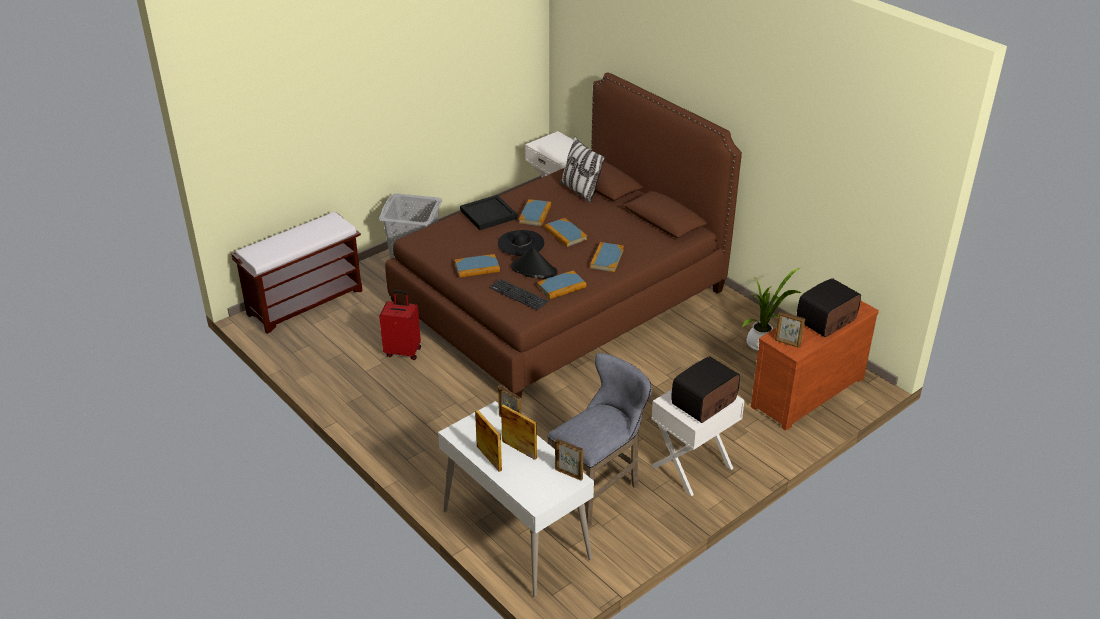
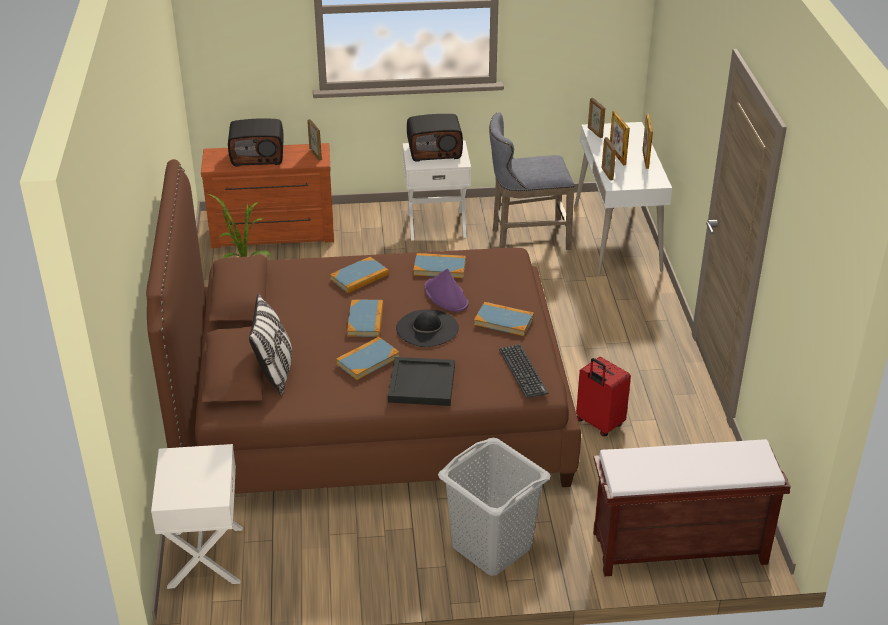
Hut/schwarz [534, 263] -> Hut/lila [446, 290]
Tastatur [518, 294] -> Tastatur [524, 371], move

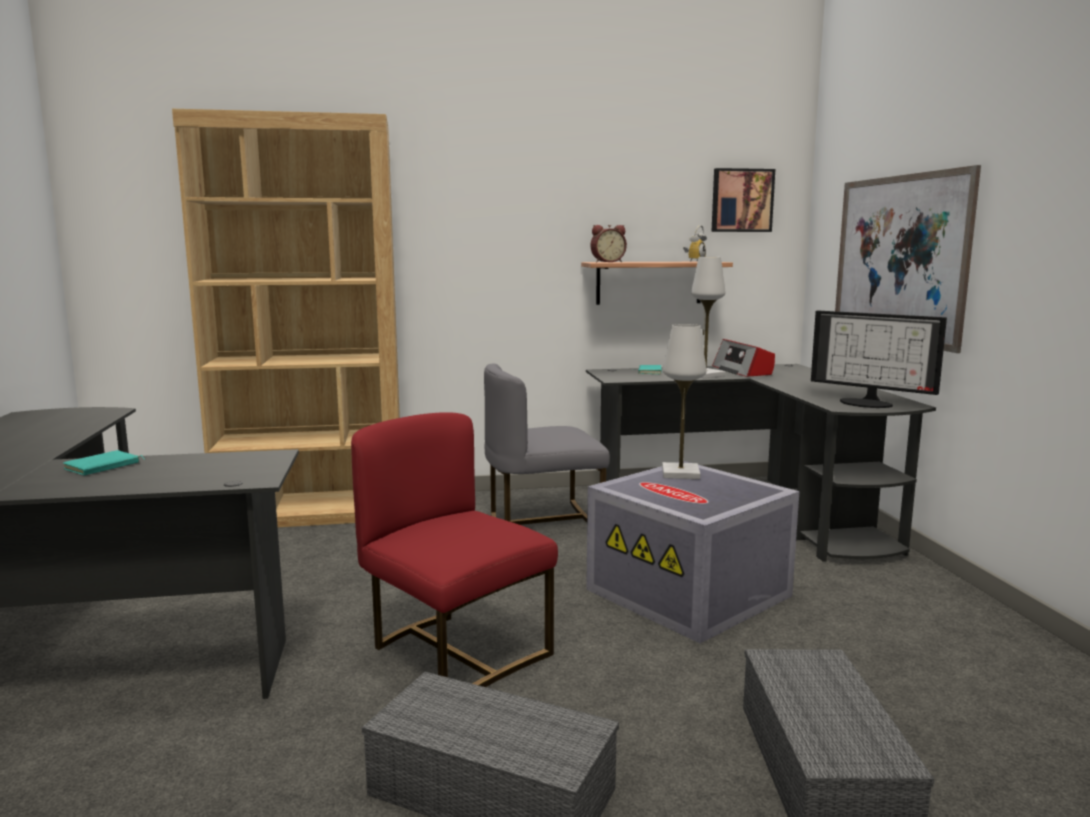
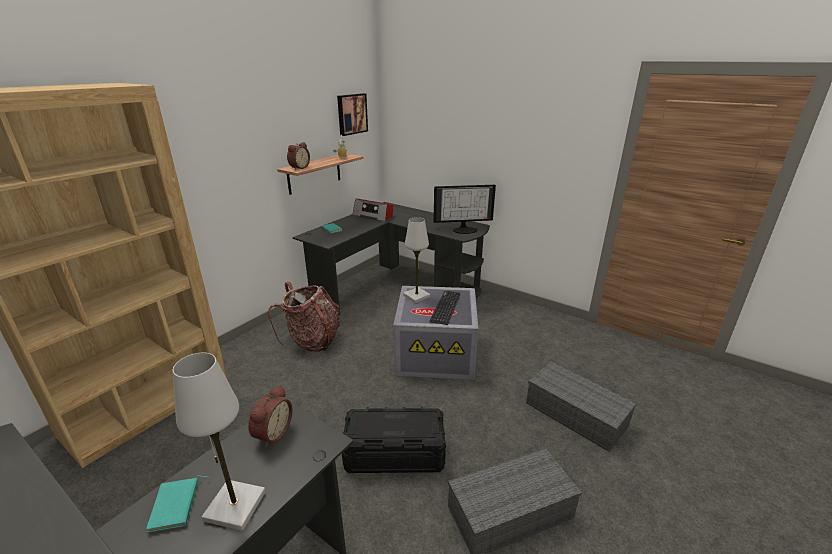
Bild [908, 259] -> none
Tischlampe/weiß [708, 318] -> Tischlampe/weiß [219, 442], move
Stuhl/grau [547, 444] -> Rucksack [304, 317]
Stuhl/rot [454, 549] -> Aufbewahrungsbox/schwarz [394, 440]
none -> Tastatur [445, 308]
none -> Wecker [270, 416]

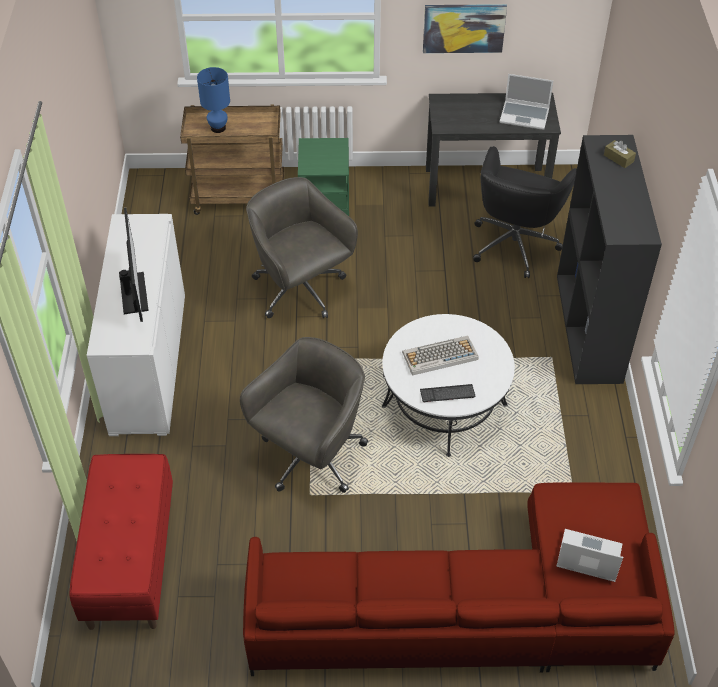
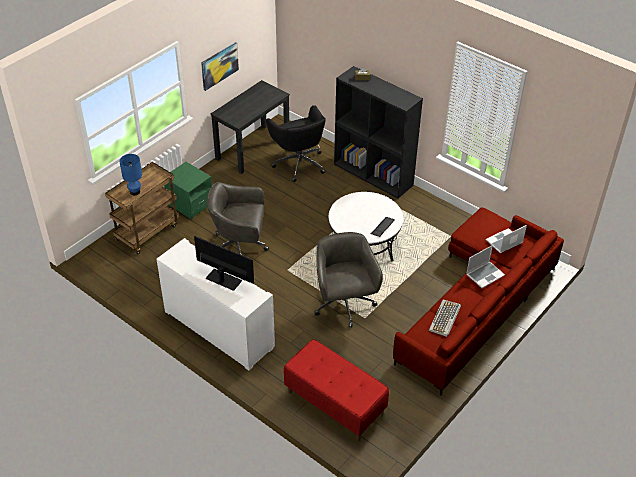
Laptop [526, 102] -> Laptop [485, 266], move
Tastatur [440, 355] -> Tastatur [445, 318], move

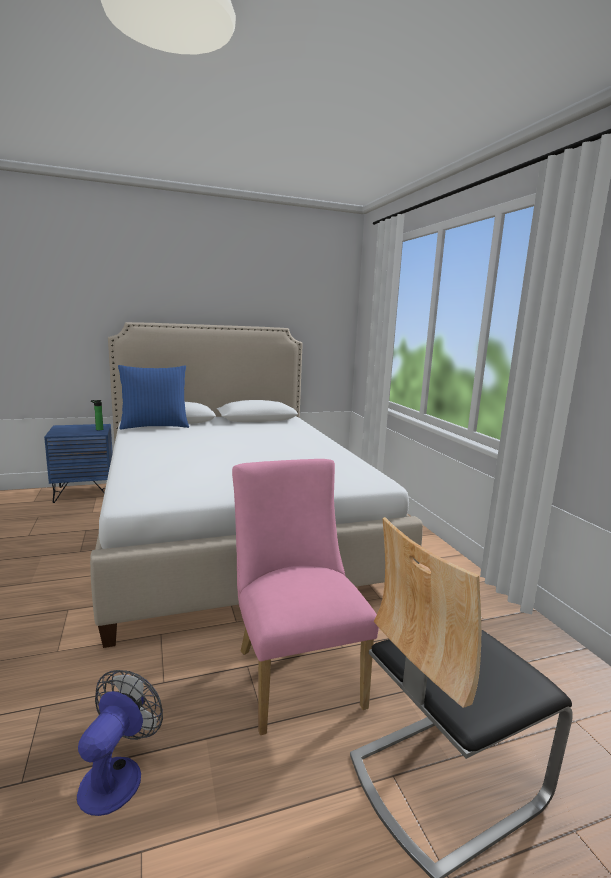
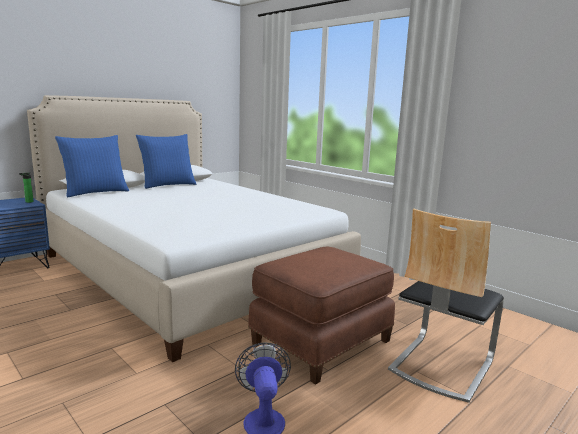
Stuhl/rosa [305, 597] -> Polsterhocker/braun [321, 316]
none -> Kissen/blau [166, 161]

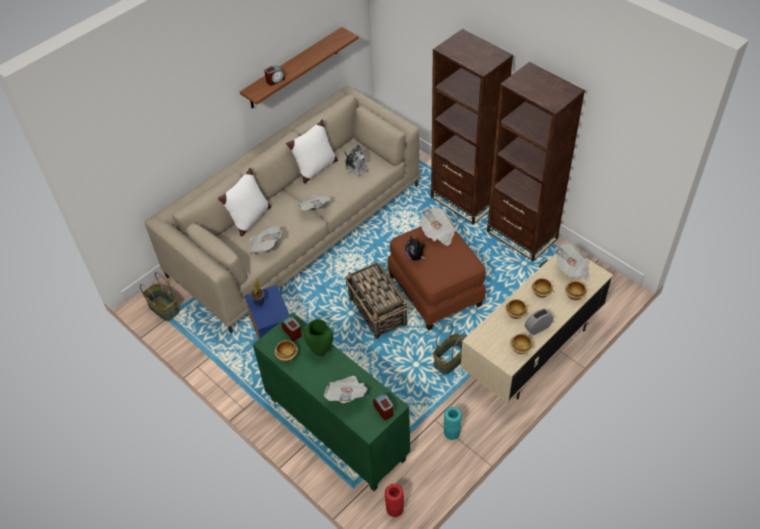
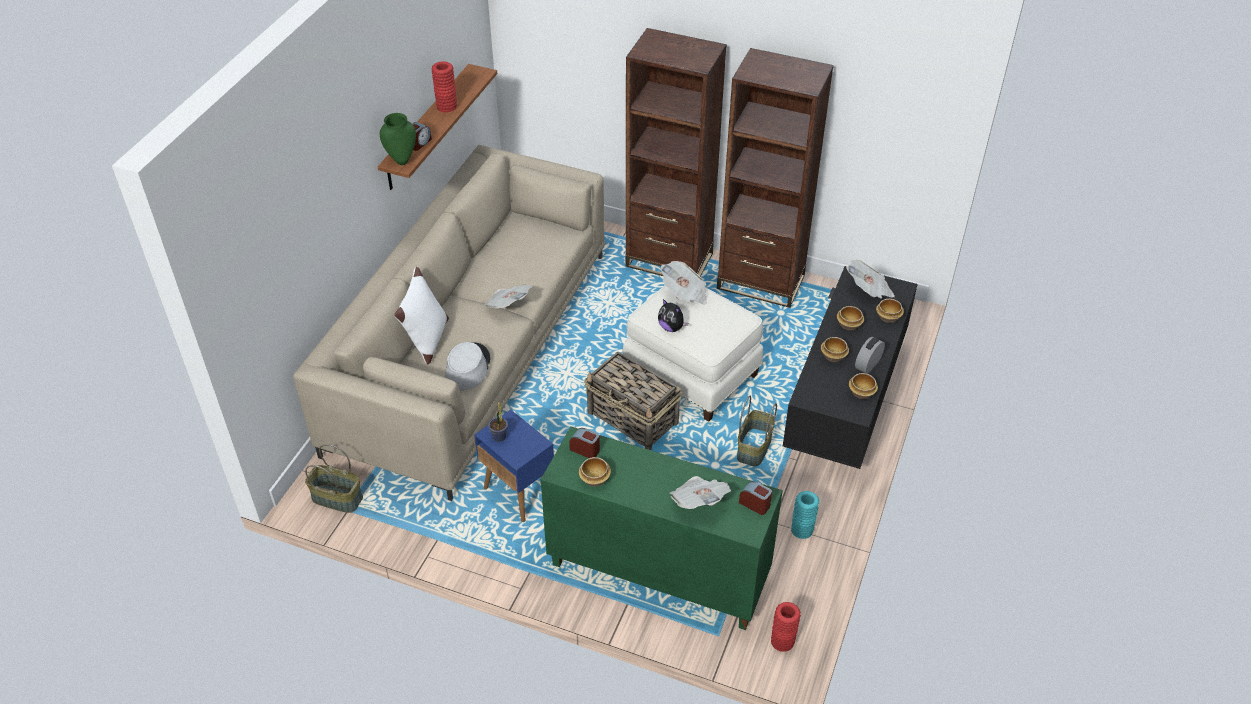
Kissen/weiß [312, 151] -> none
Plüschtier [356, 161] -> none
Zeitung [265, 240] -> Hut/grau [468, 366]
Polsterhocker/braun [437, 278] -> Polsterhocker/weiß [693, 353]
Fernsehschrank/beige [537, 328] -> Fernsehschrank/schwarz [850, 367]
Vase/grün [319, 337] -> Vase/grün [398, 139], move
none -> Vase/rot [444, 86]

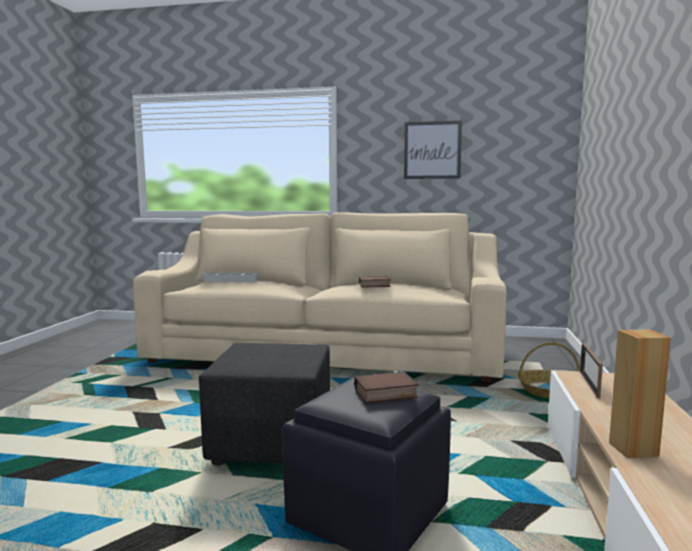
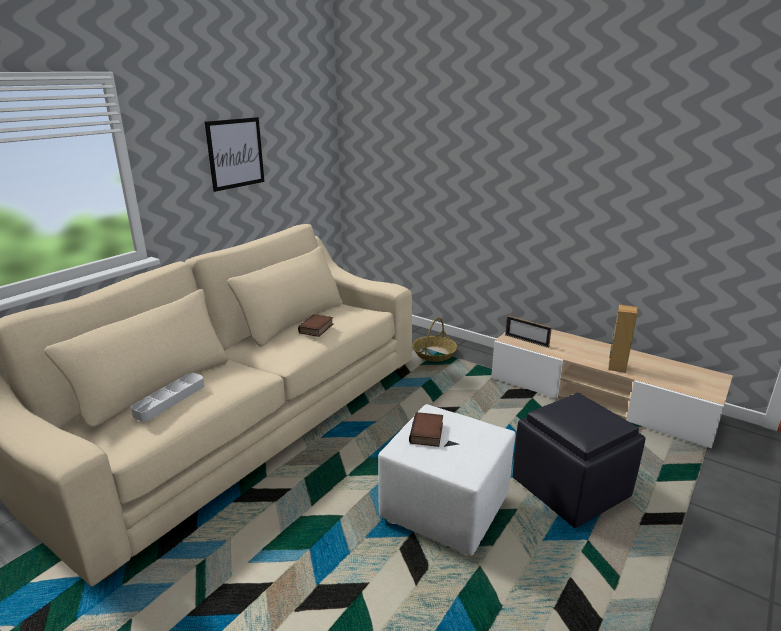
Polsterhocker/schwarz [264, 404] -> Polsterhocker/weiß [447, 480]
Buch [387, 387] -> Buch [426, 429], move

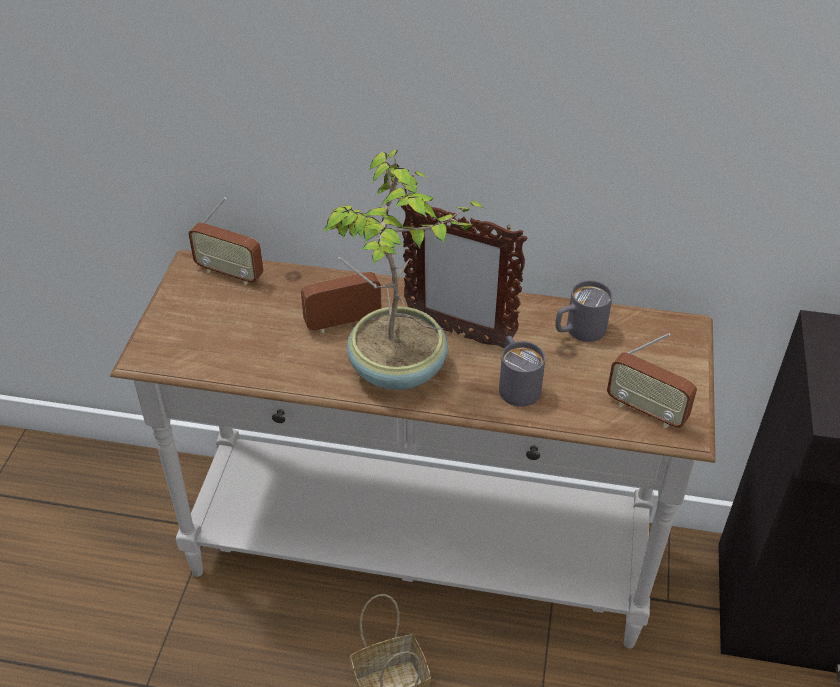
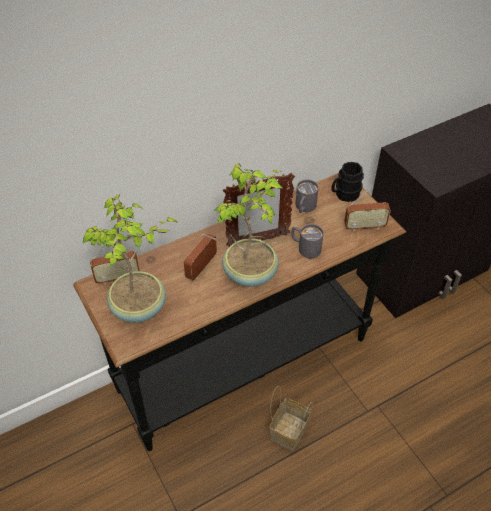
Konsolentisch/weiß [412, 449] -> Konsolentisch/schwarz [239, 312]
none -> Henkelbecher/schwarz [347, 182]
none -> Topfpflanze [129, 258]

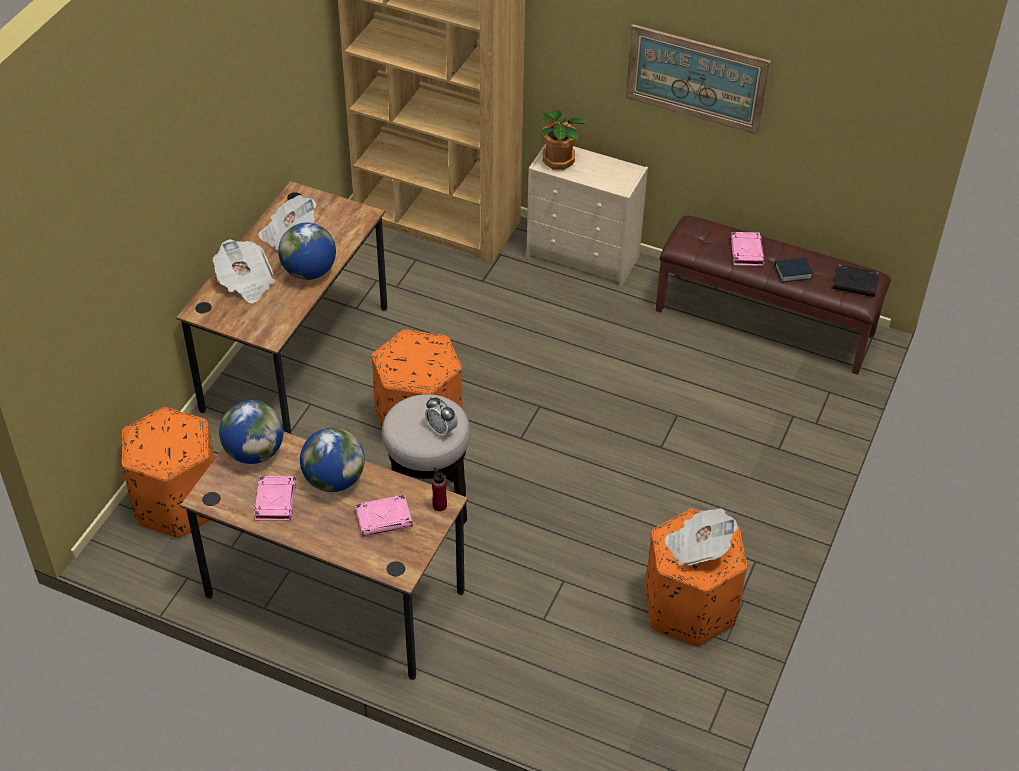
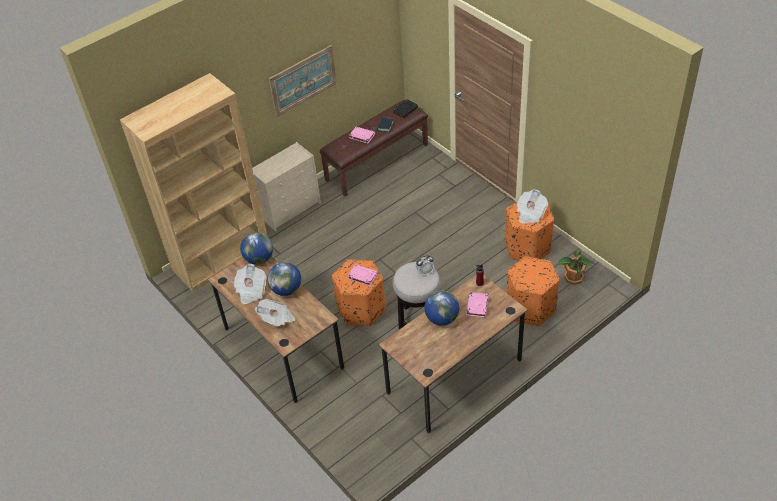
Topfpflanze [564, 140] -> Topfpflanze [574, 267], move
Globus [251, 432] -> Globus [256, 248], move
Polsterhocker/orange [168, 472] -> Polsterhocker/orange [532, 291], move
Buch/rosa [275, 498] -> Buch/rosa [363, 275], move

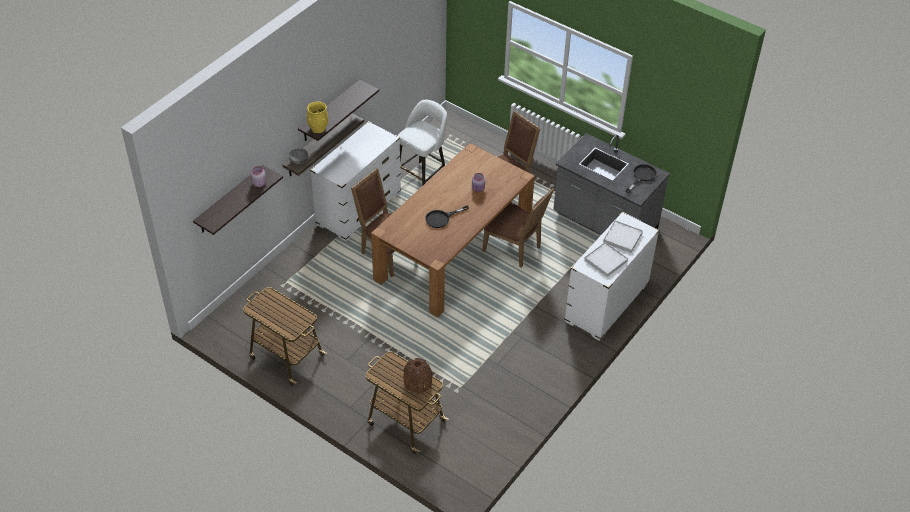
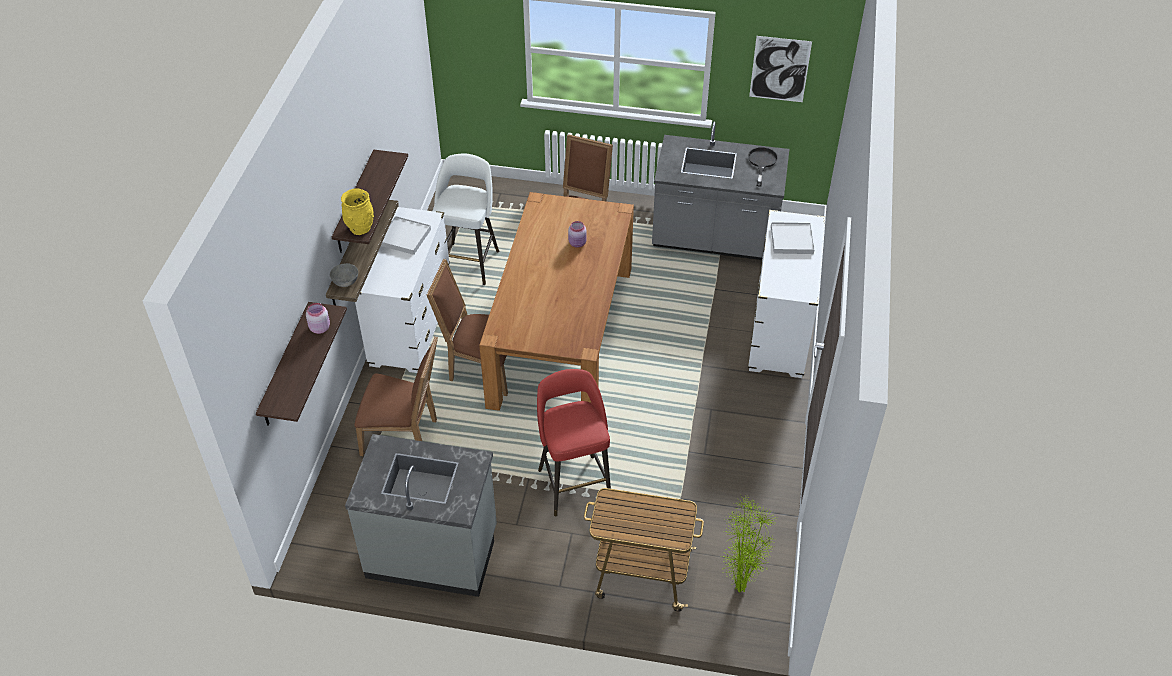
Stuhl/braun [518, 228] -> Stuhl/braun [396, 396], move
Pfanne/schwarz [447, 217] -> none
Tablett/weiß [606, 259] -> Tablett/weiß [406, 235], move
Rollwagen [285, 336] -> Küchenzeile/grau [421, 515]
Vase/braun [418, 376] -> none
none -> Bild [780, 69]
none -> Hocker/rot [574, 442]
none -> Topfpflanze [749, 544]

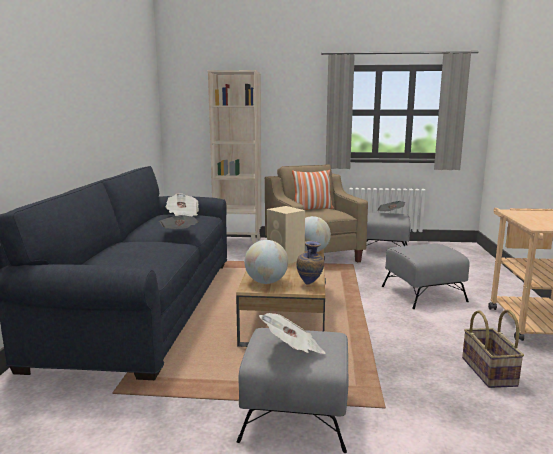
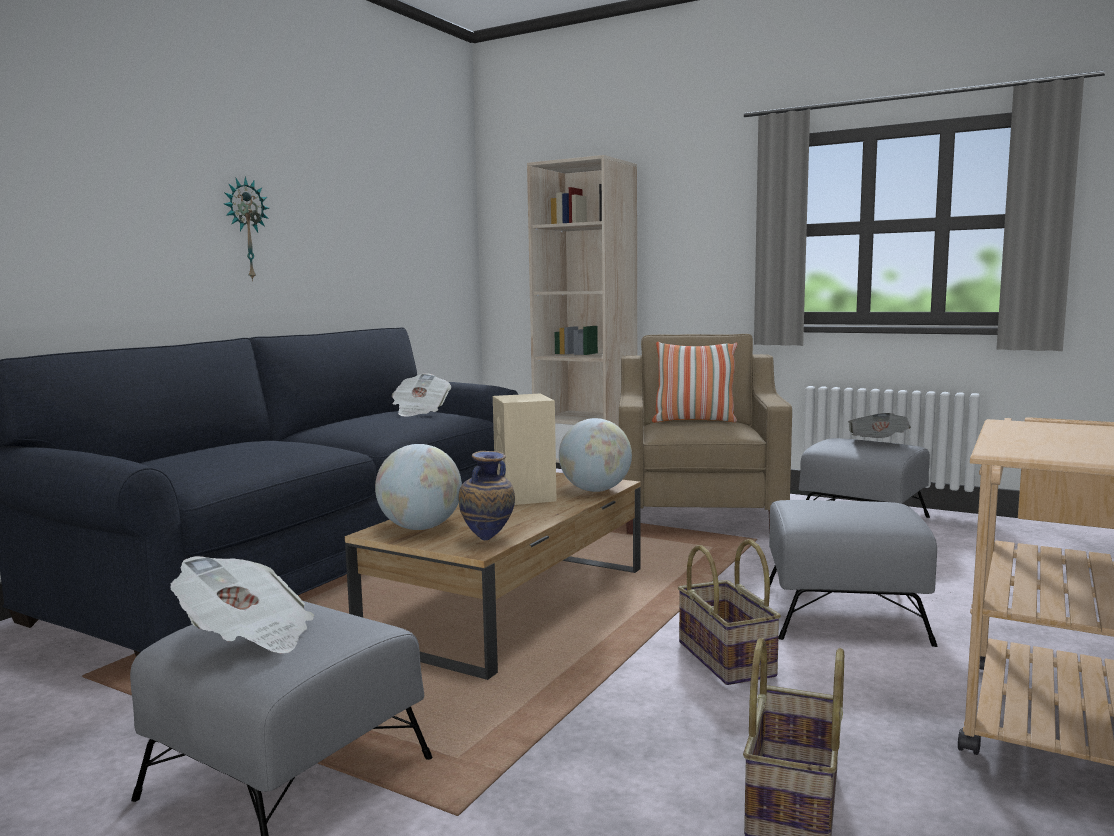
Zeitung [178, 222] -> none
none -> Wanduhr [246, 228]
none -> Korb [729, 612]

